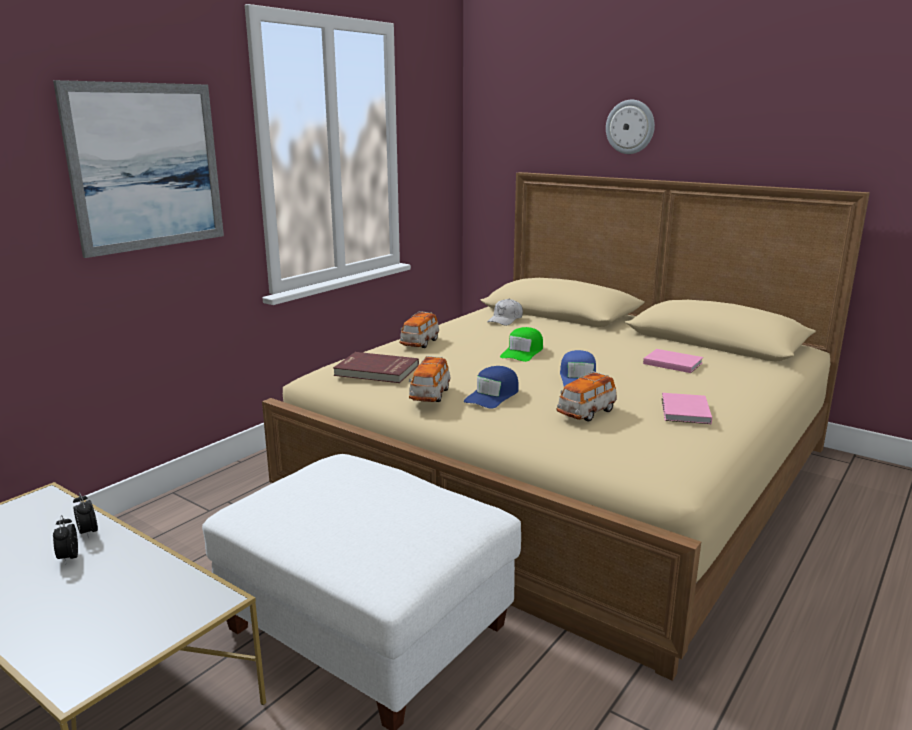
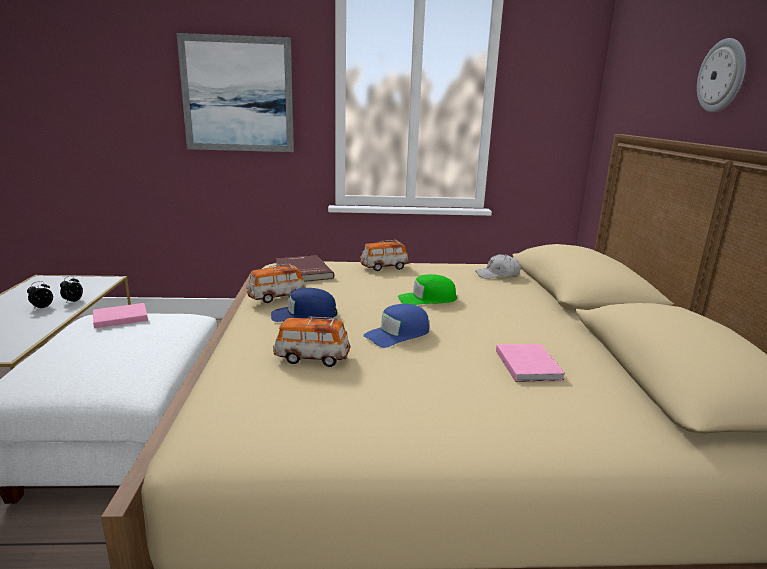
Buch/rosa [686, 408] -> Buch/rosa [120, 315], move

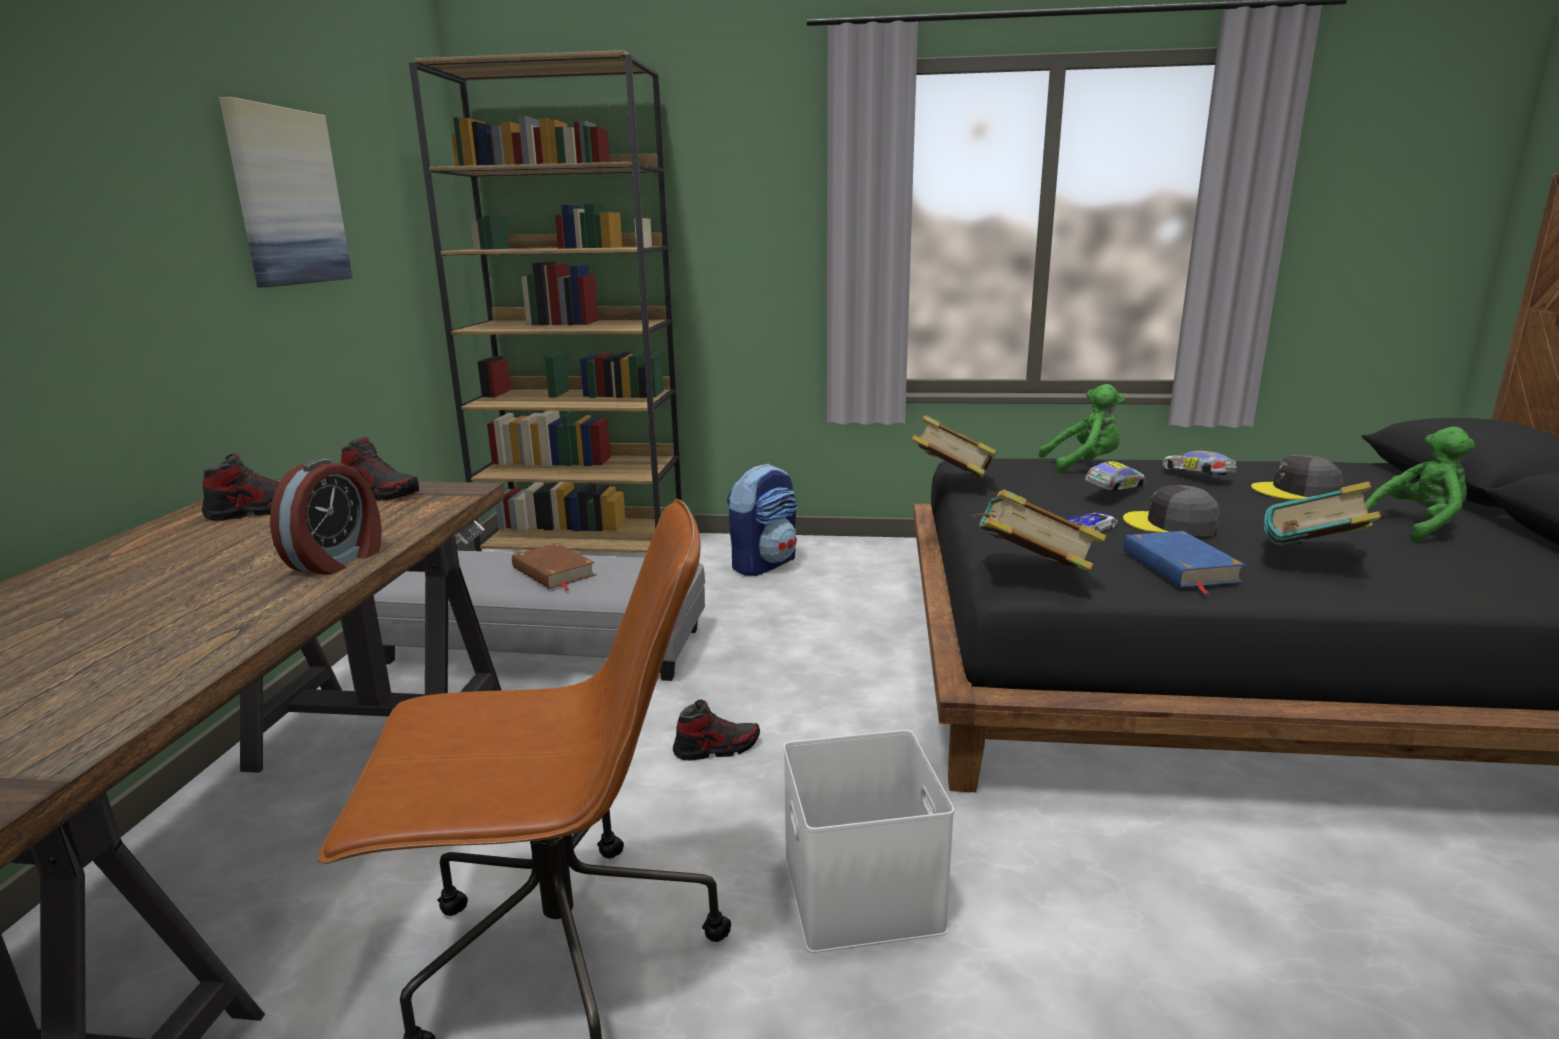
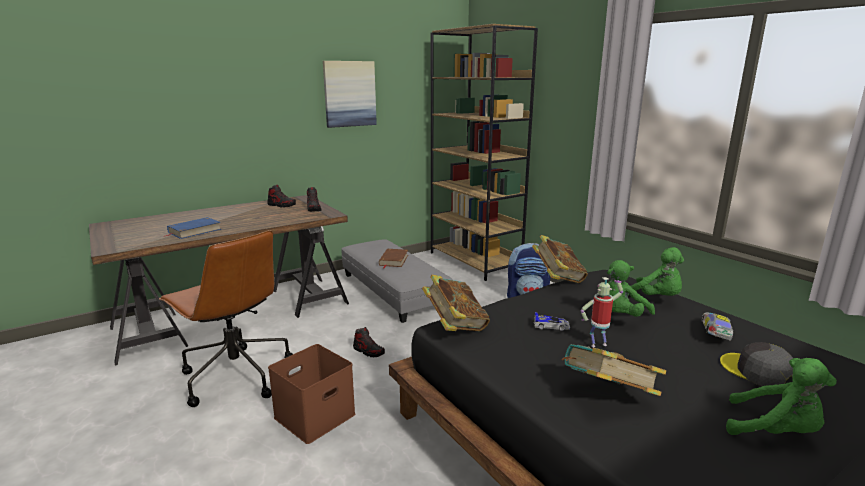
Wecker [326, 516] -> none
Spielzeugauto [1115, 477] -> Plüschtier/grün [628, 288]
Kappe/grau [1171, 510] -> Spielzeugroboter [602, 312]
Buch/blau [1184, 562] -> Buch/blau [192, 228], move
Aufbewahrungsbox/weiß [869, 841] -> Aufbewahrungsbox/braun [311, 394]

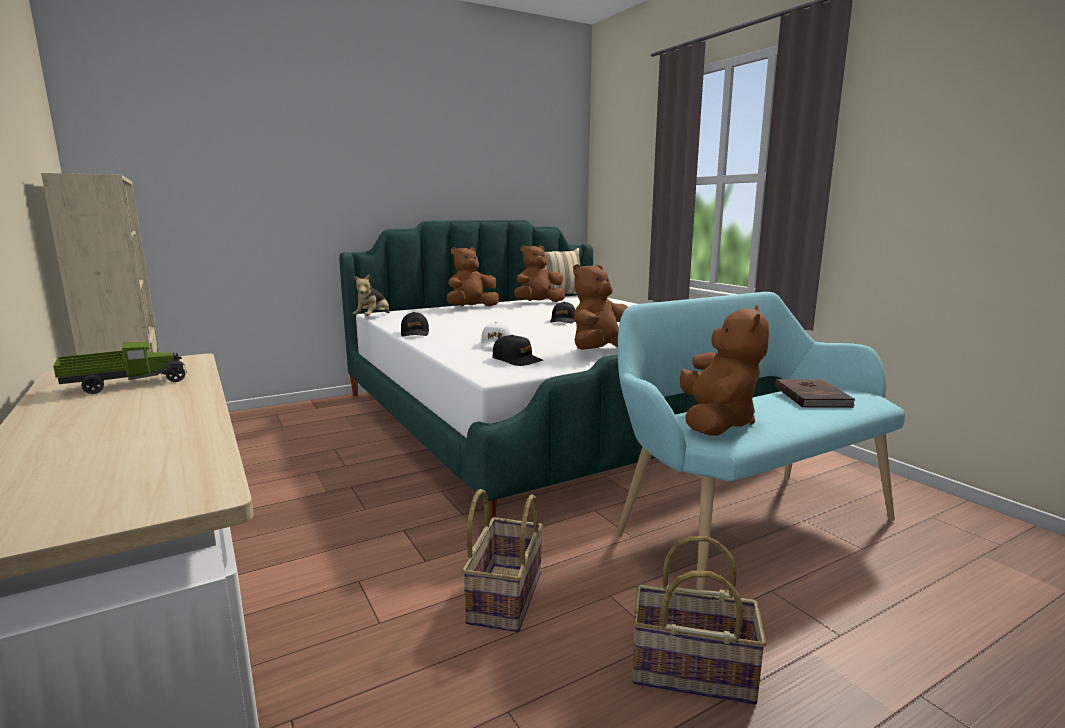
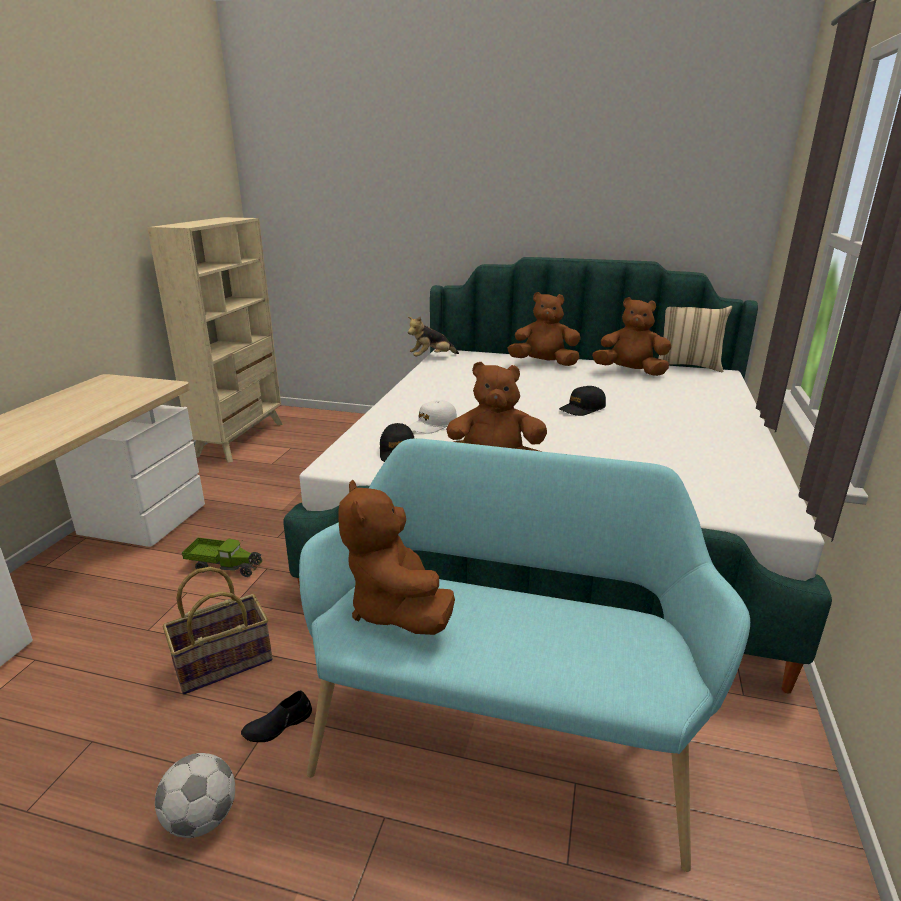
Plüschtier/braun [724, 370] -> Plüschtier/braun [396, 557], 105 degrees clockwise
Kappe/schwarz [415, 324] -> none
Spielzeuglaster [120, 368] -> Spielzeuglaster [222, 557], move
Buch/braun [815, 393] -> none
Korb [699, 620] -> Fußball [195, 795]
none -> Schuh/schwarz [276, 716]

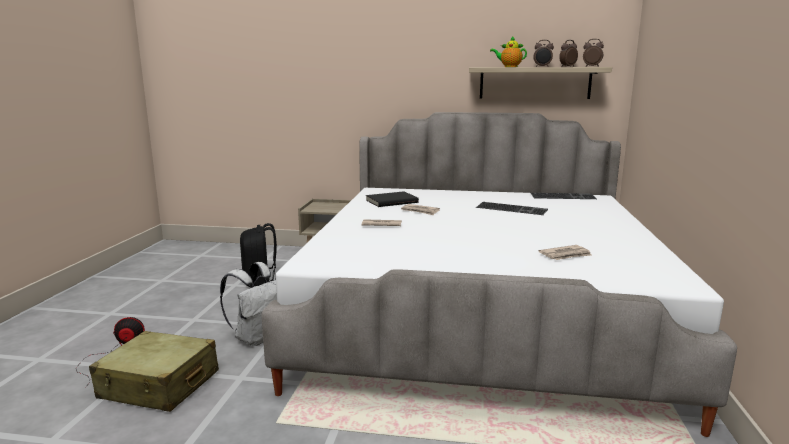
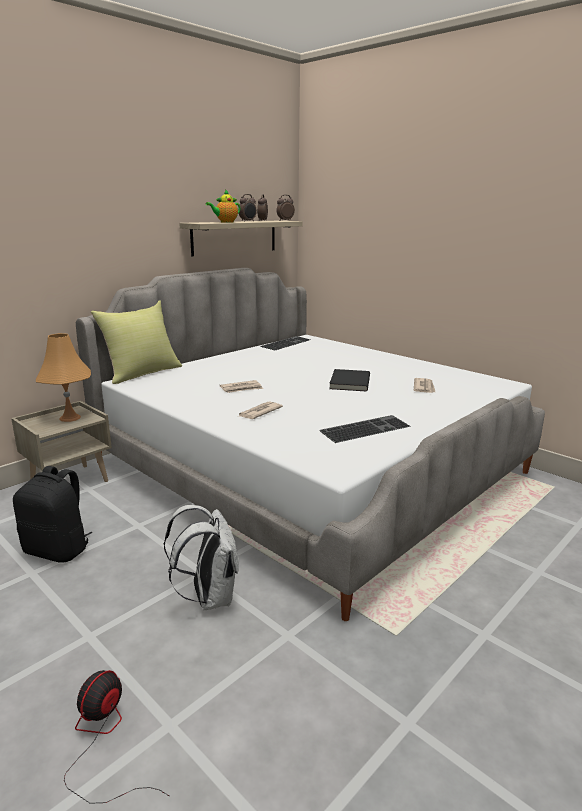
Buch/schwarz [392, 199] -> Buch/schwarz [349, 380], move
Tastatur [512, 208] -> Tastatur [365, 429], move
Koffer/beige [154, 371] -> none
none -> Kissen/gelb [136, 342]
none -> Tischlampe/orange [63, 377]

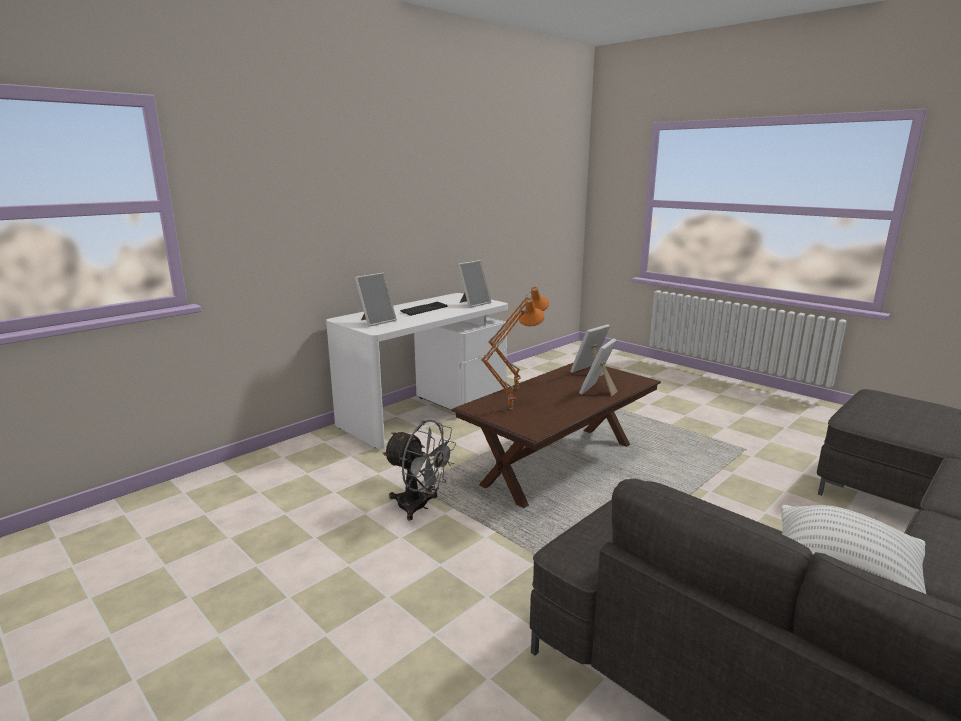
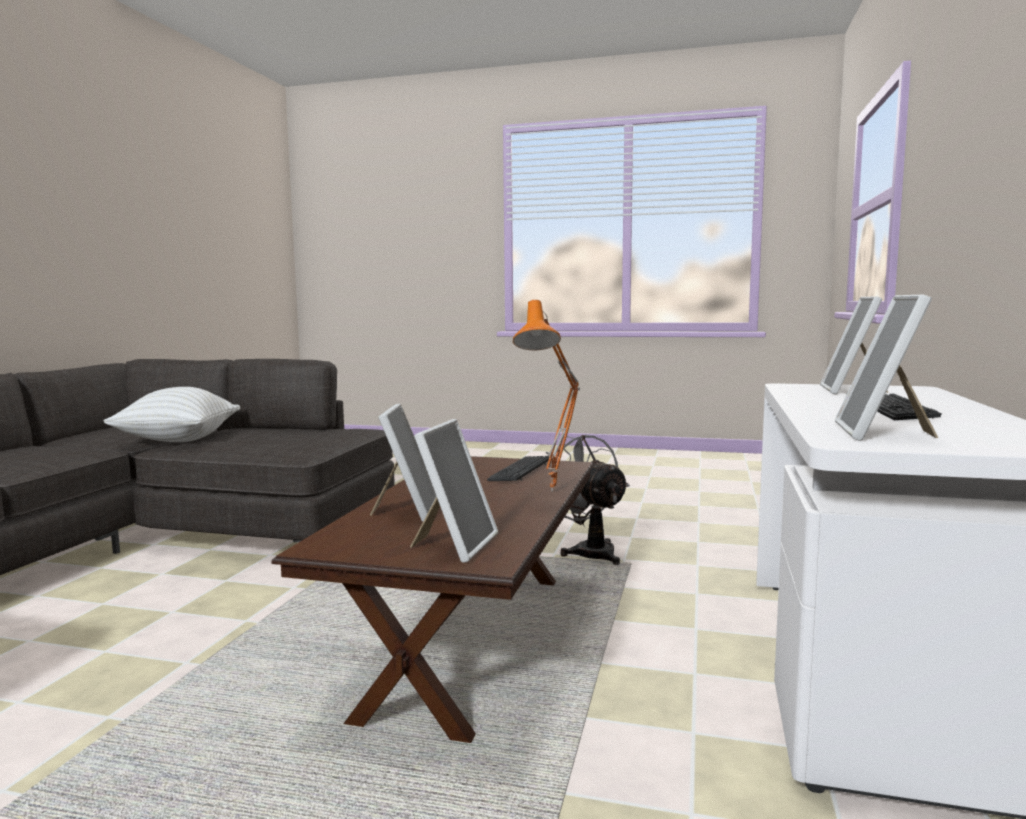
Tischlampe/orange [513, 353] -> Tastatur [518, 468]
Ventilator/grau [419, 470] -> Ventilator/grau [588, 500], 60 degrees clockwise

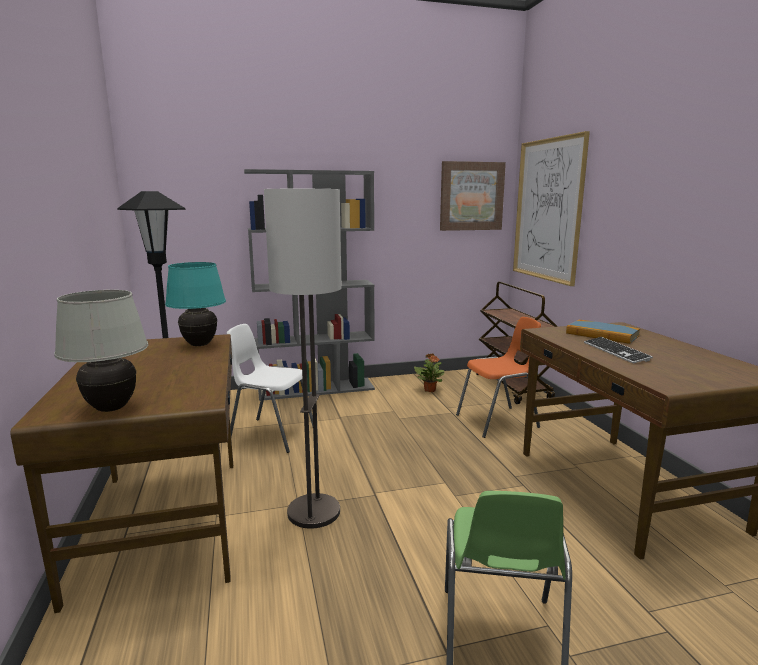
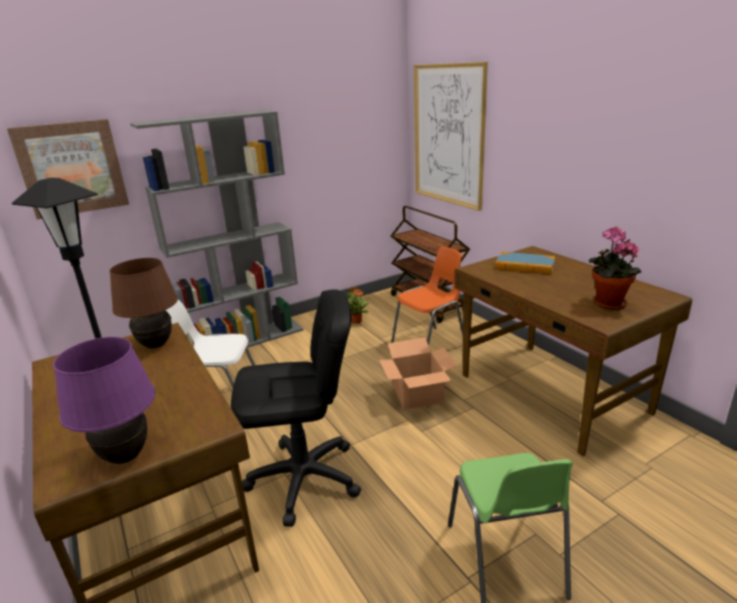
Bild [473, 196] -> Bild [68, 169], move
Stehlampe [302, 359] -> Bürostuhl/schwarz [296, 408]
Tischlampe/türkis [195, 304] -> Tischlampe/braun [143, 303]
Tischlampe/weiß [101, 351] -> Tischlampe/lila [104, 400]
Tastatur [618, 350] -> none
none -> Topfpflanze [615, 268]
none -> Karton [418, 373]

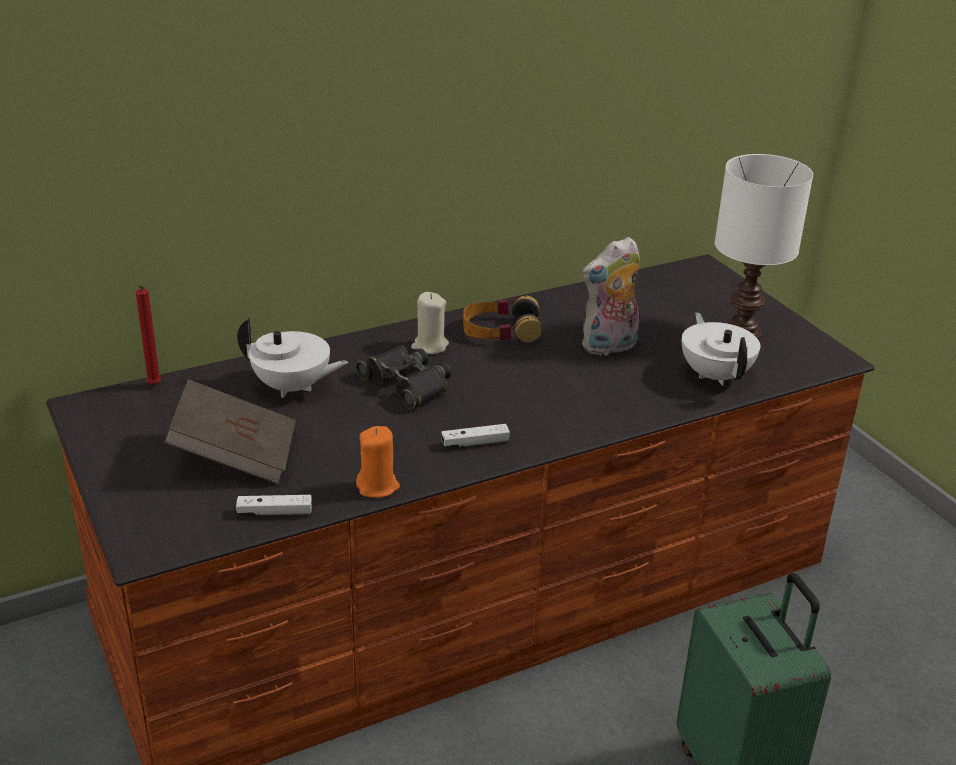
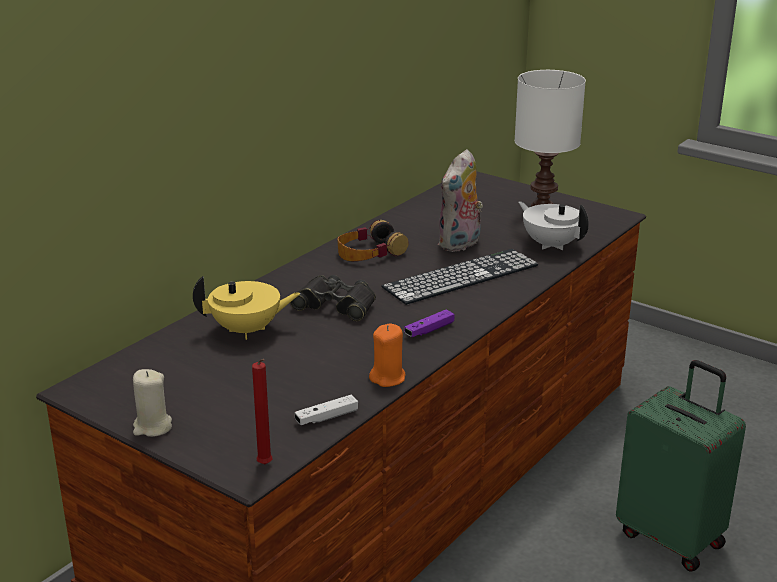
Kerze/rot [148, 335] -> Kerze/rot [262, 411], move
Kerze/beige [430, 323] -> Kerze/beige [152, 403], move
Teekanne/weiß [292, 358] -> Teekanne/gelb [247, 308]
Buch/braun [230, 431] -> none
Gamepad/weiß [475, 435] -> Gamepad/lila [429, 323]
none -> Tastatur [459, 277]

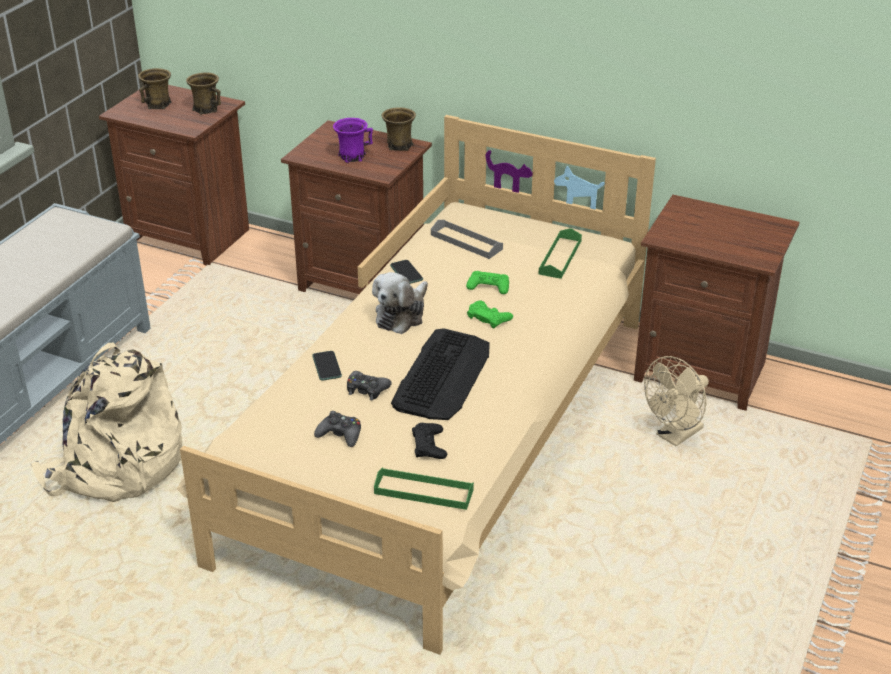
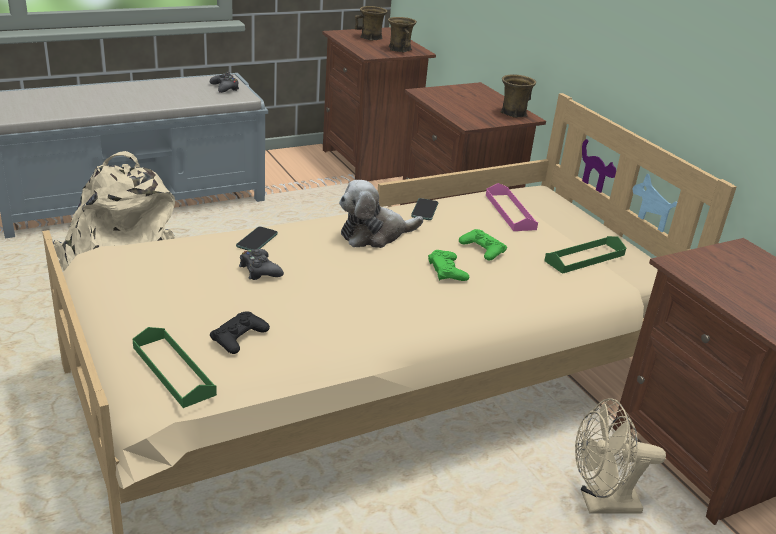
Henkelbecher/lila [353, 140] -> none
Tablett/grau [467, 239] -> Tablett/rosa [512, 207]
Tastatur [440, 374] -> none
Gamepad/schwarz [337, 429] -> Gamepad/schwarz [224, 82], move

